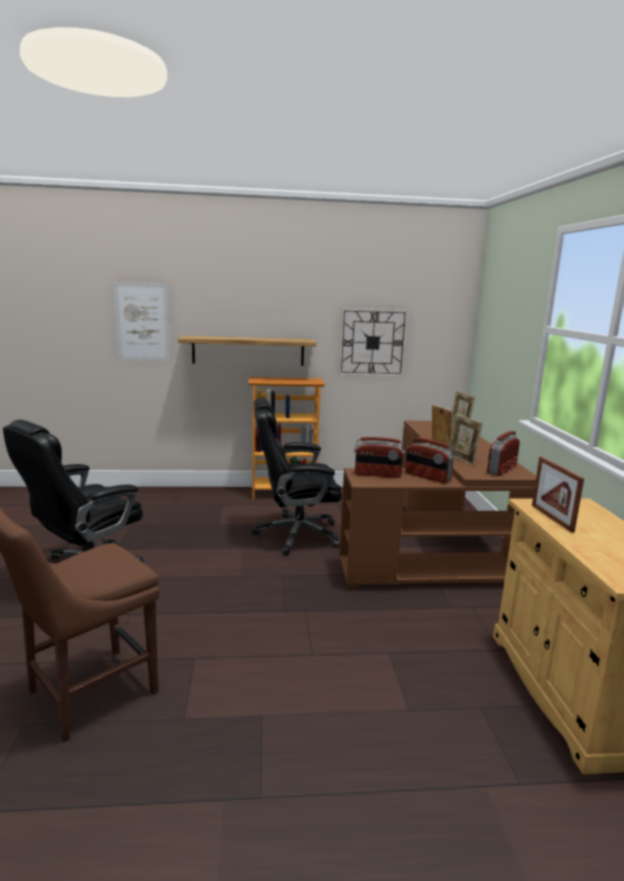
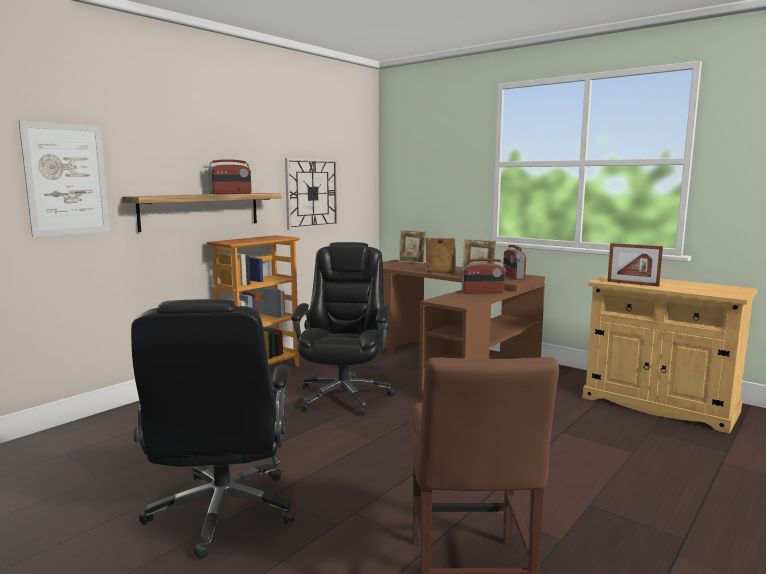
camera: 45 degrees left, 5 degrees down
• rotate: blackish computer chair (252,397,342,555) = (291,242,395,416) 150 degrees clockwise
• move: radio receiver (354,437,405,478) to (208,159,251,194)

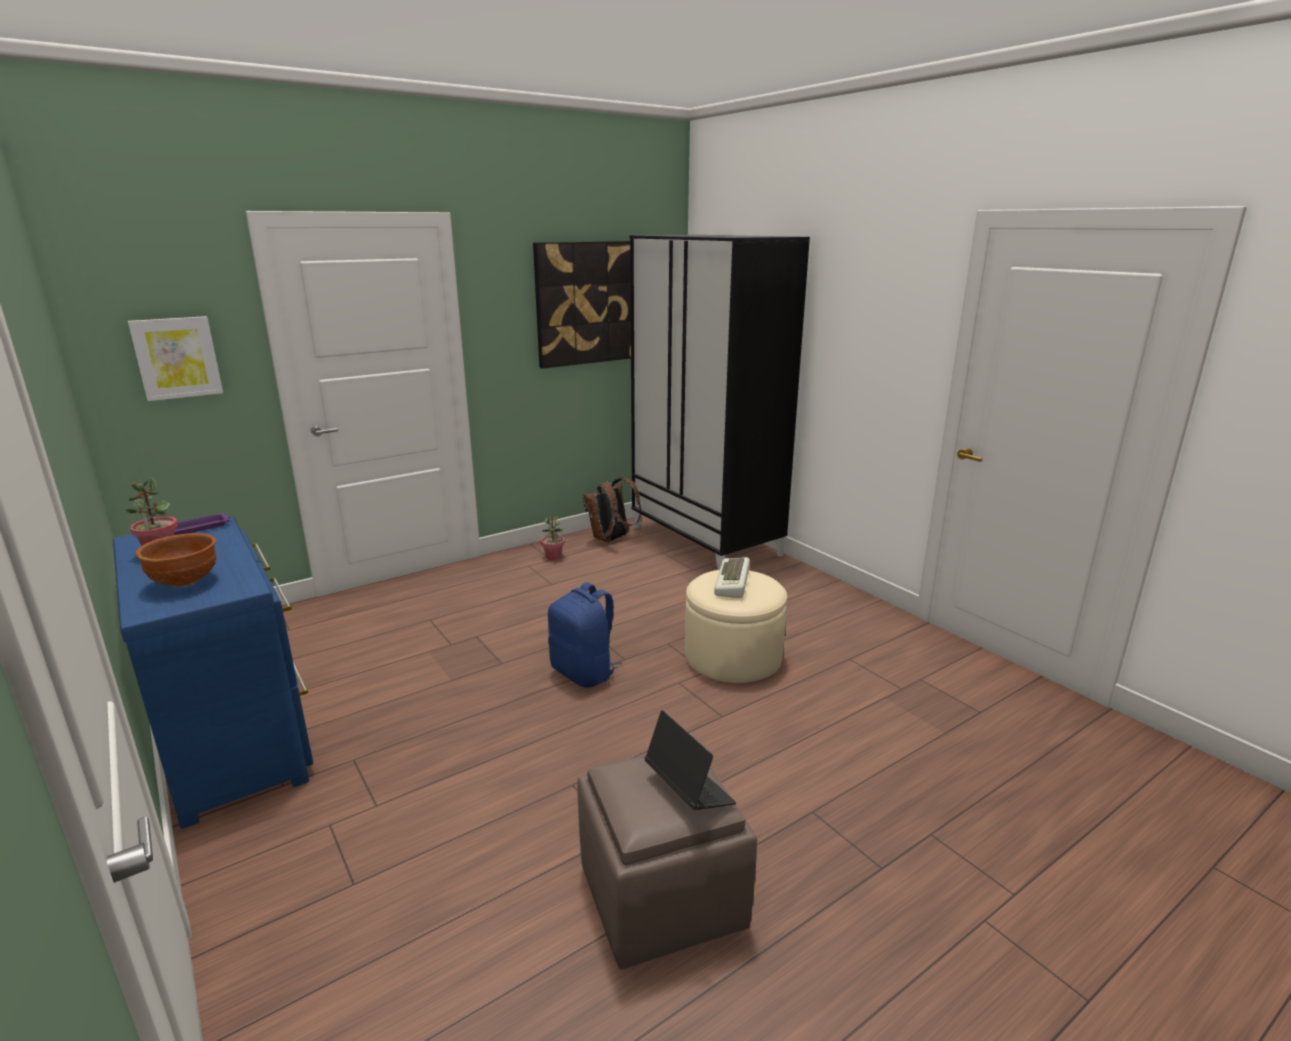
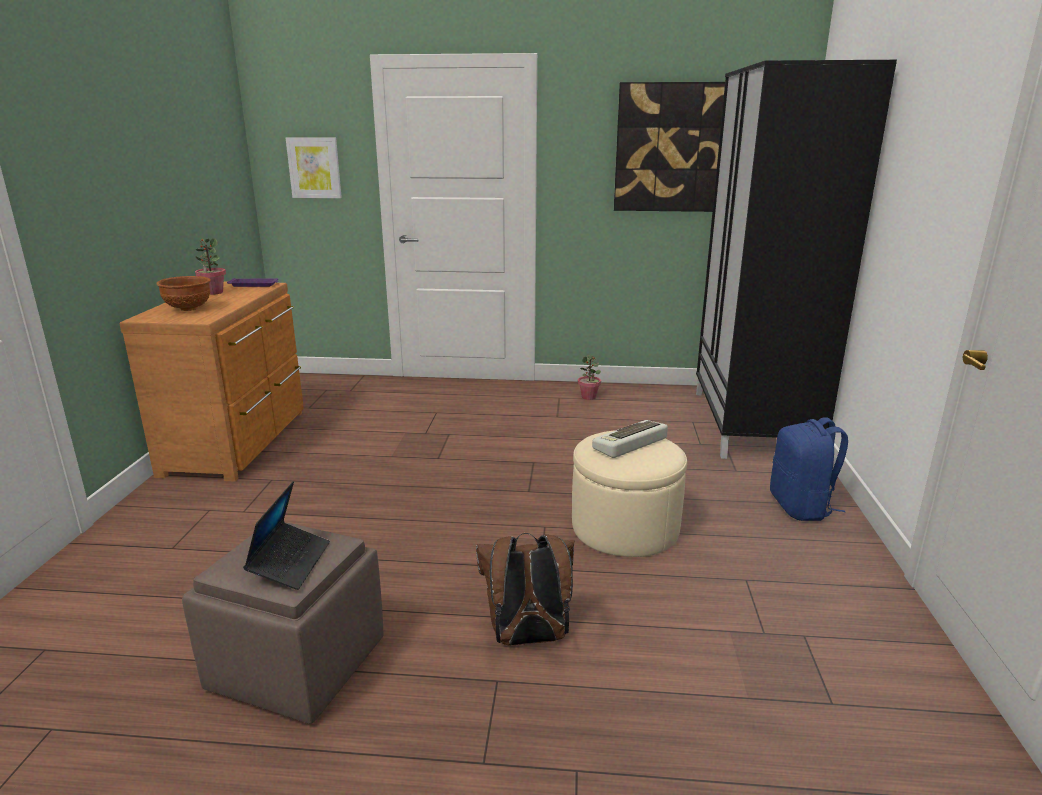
camera: 40 degrees right, 0 degrees up
• recolor: blue chest of drawers (113,516,313,829) to brown chest of drawers (119,282,304,482)
• move: blue rucksack (548,582,622,688) to (770,417,848,521)
• move: brown rucksack (583,478,641,542) to (476,533,574,646)

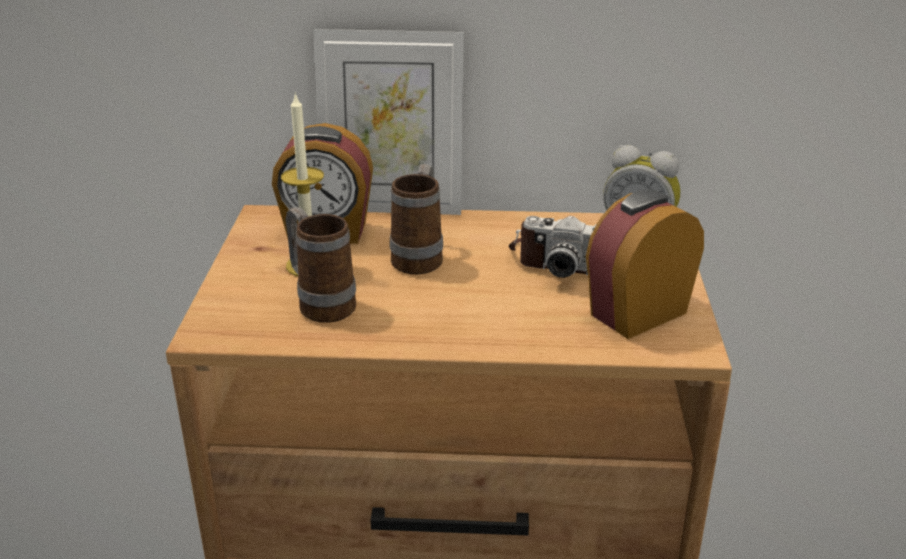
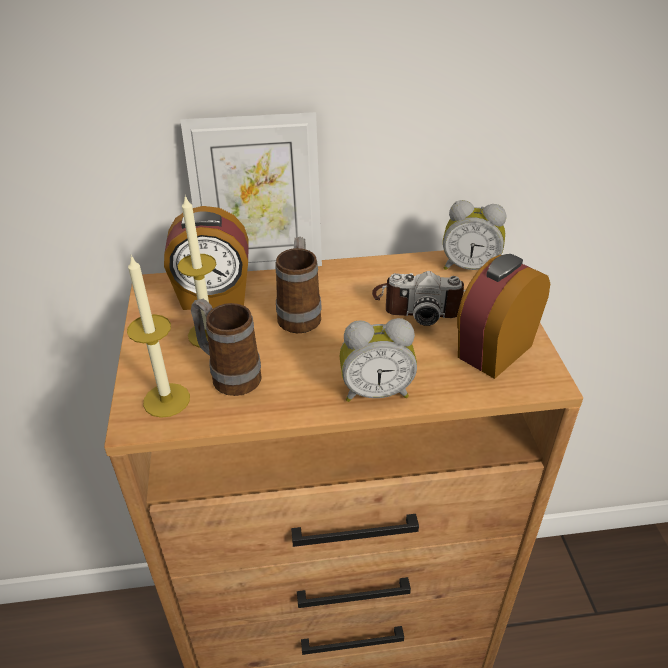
camera: 10 degrees left, 10 degrees up
• insert: candle (127,255,190,418)
• insert: table clock (339,318,417,402)

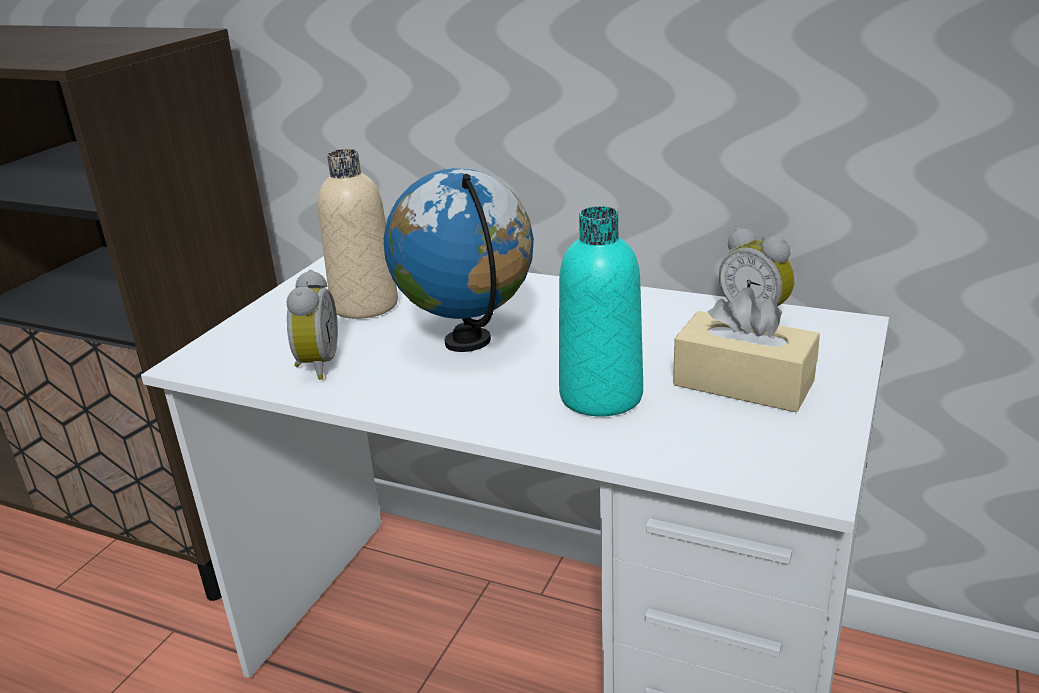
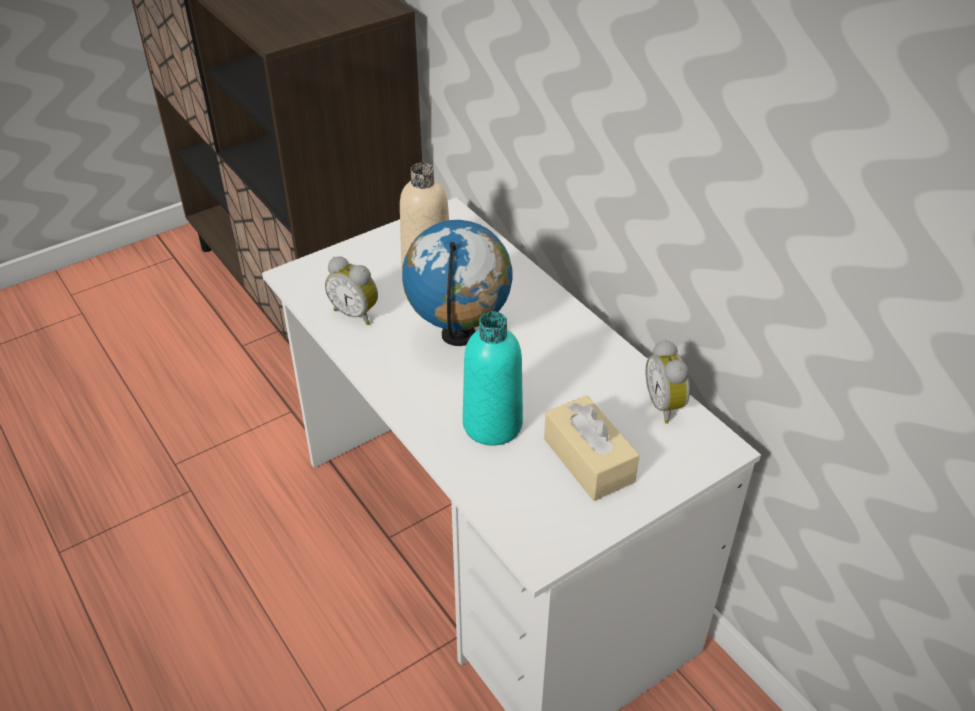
camera: 30 degrees right, 15 degrees up
• rotate: table clock (286,270,338,380) = (325,256,378,325) 90 degrees clockwise

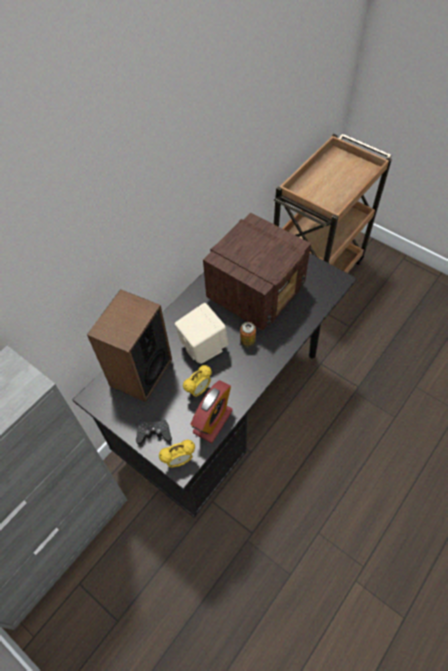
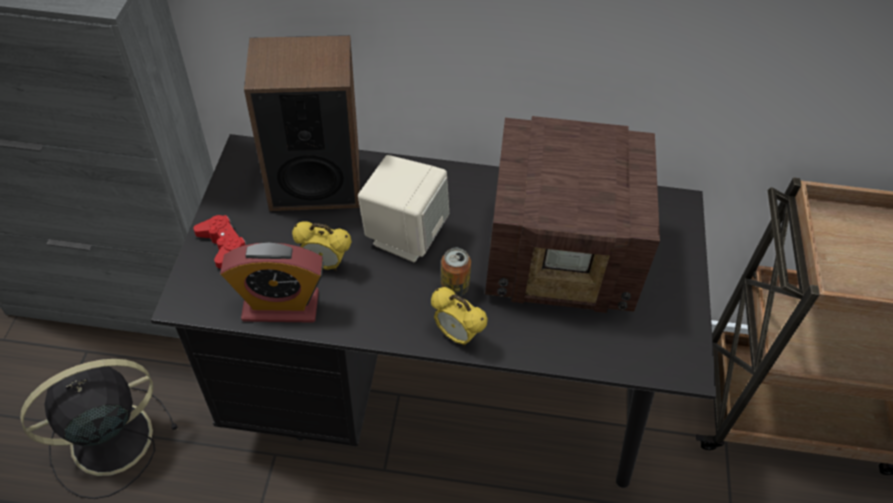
camera: 55 degrees right, 5 degrees down
• recolor: blackish game controller (136,420,172,445) to red game controller (193,215,246,269)
• move: table clock (159,439,195,468) to (431,287,488,346)
• insert: blackish cooling fan (20,359,178,499)

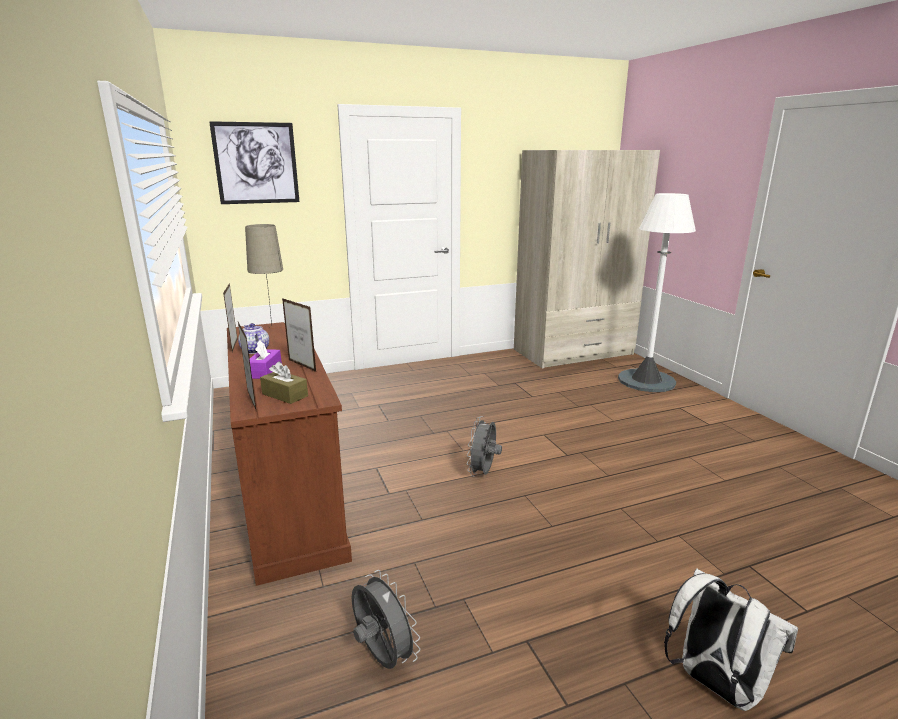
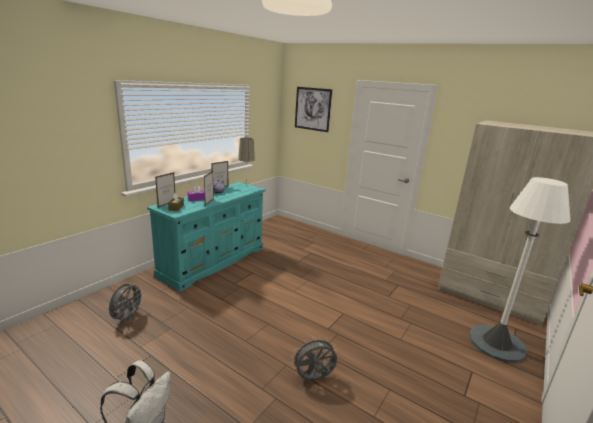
camera: 55 degrees right, 0 degrees up
• recolor: brown chest of drawers (227,322,352,586) to blue-green chest of drawers (147,182,265,292)
• move: greyish cooling fan (467,416,502,476) to (291,336,337,380)

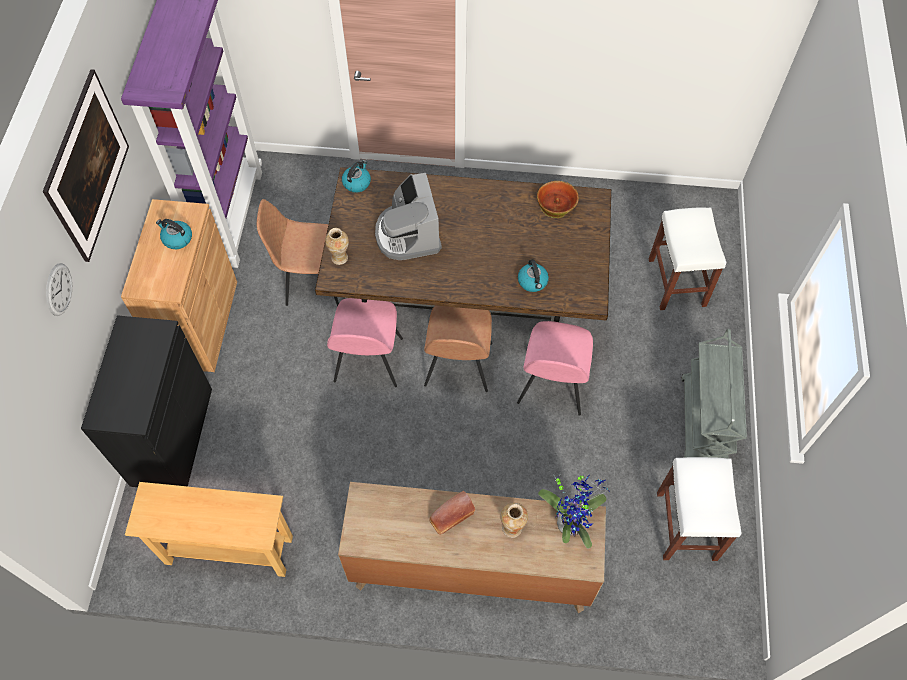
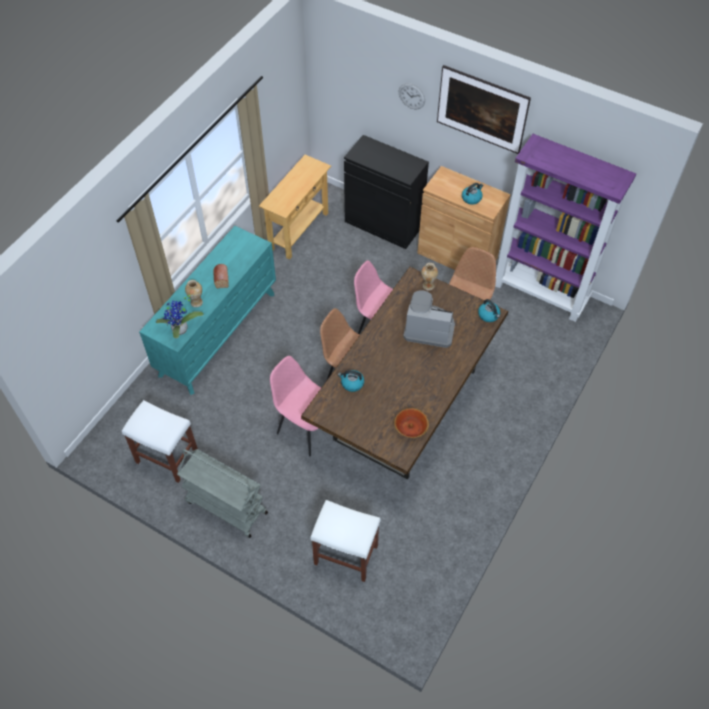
camera: 115 degrees right, 5 degrees down
• recolor: brown chest of drawers (338,482,606,613) to blue-green chest of drawers (139,226,276,395)

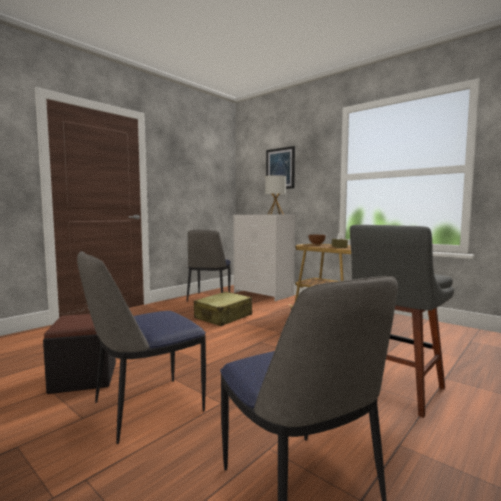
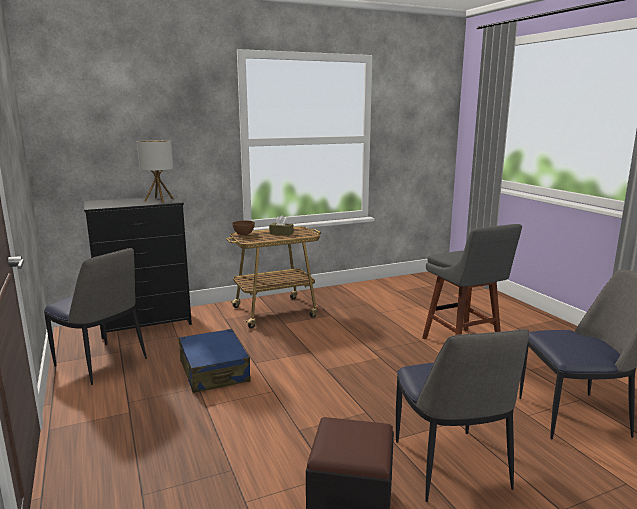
camera: 65 degrees left, 10 degrees up
• recolor: beige travel case (194,292,252,326) to blue travel case (179,329,250,393)
• recolor: white-coloured chest of drawers (233,215,296,301) to blackish chest of drawers (84,195,192,339)
• delete: picture (266,146,295,189)

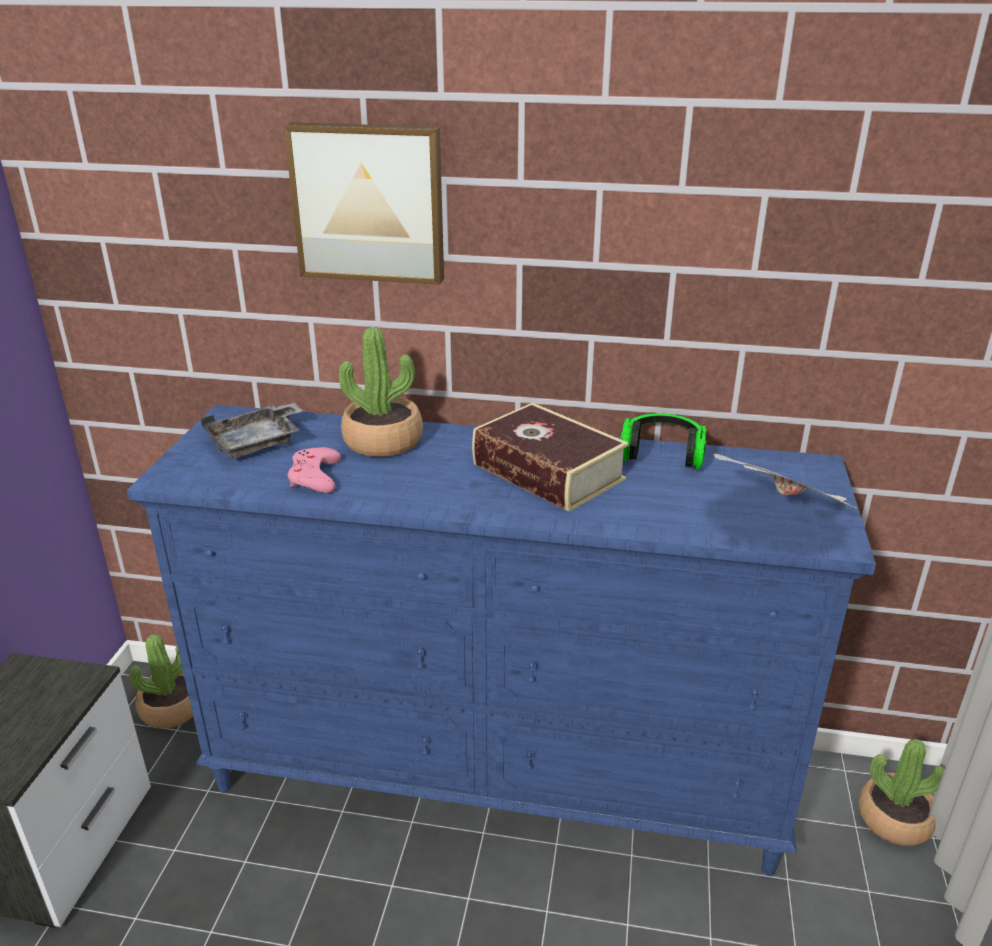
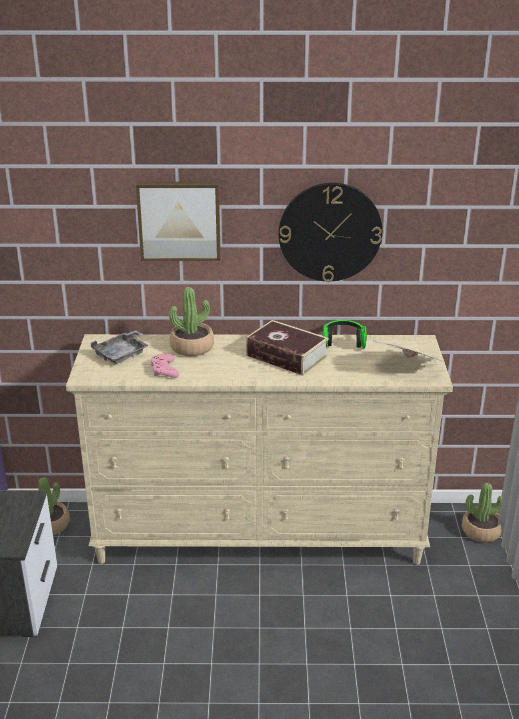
camera: 10 degrees left, 0 degrees up
• recolor: blue chest of drawers (127,405,876,876) to beige chest of drawers (66,334,453,565)
• insert: hanging clock (279,183,382,282)

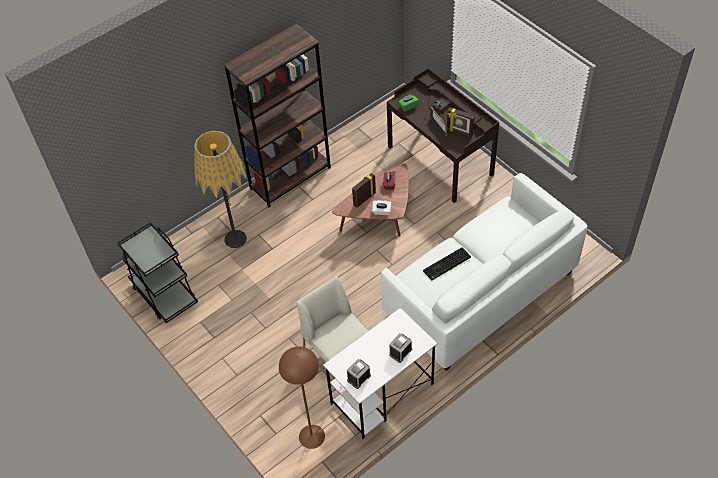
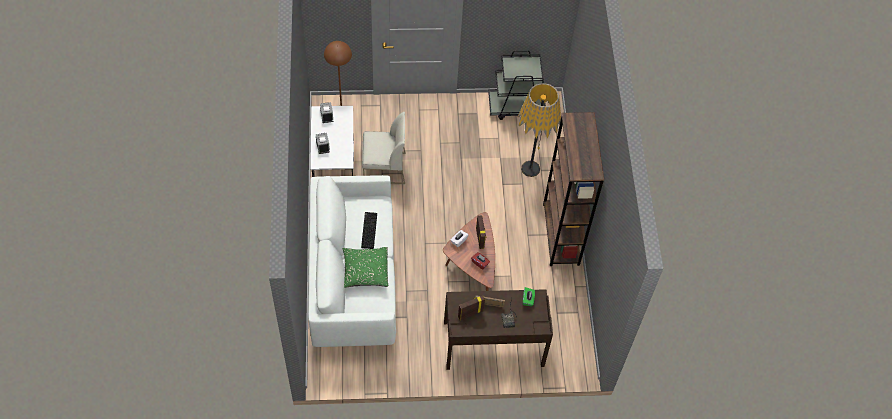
camera: 120 degrees right, 5 degrees up
• insert: green pillow (343,247,388,288)

